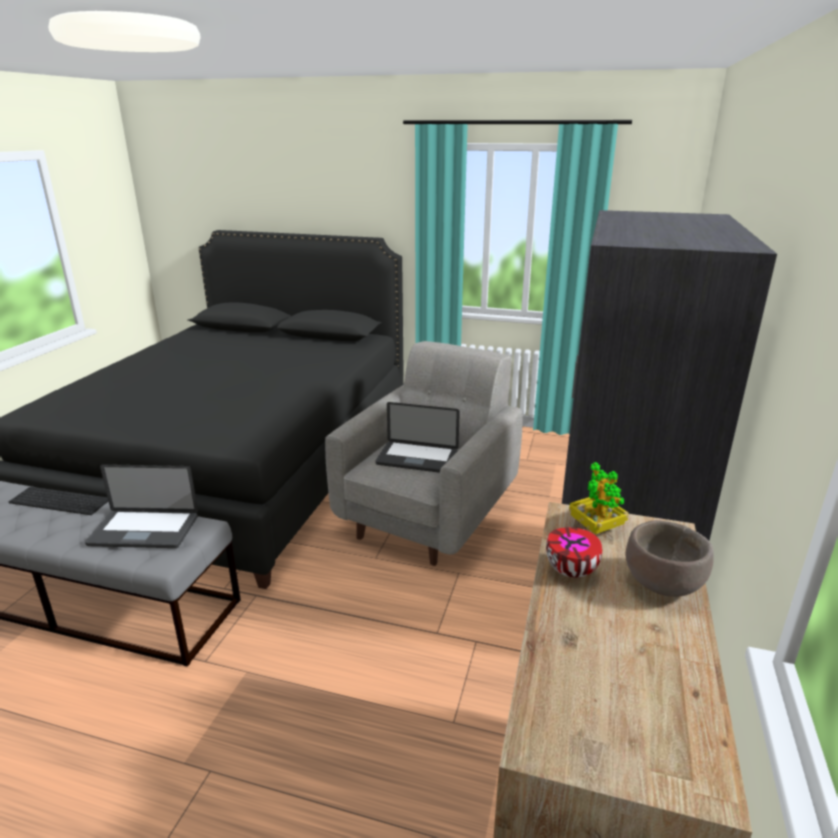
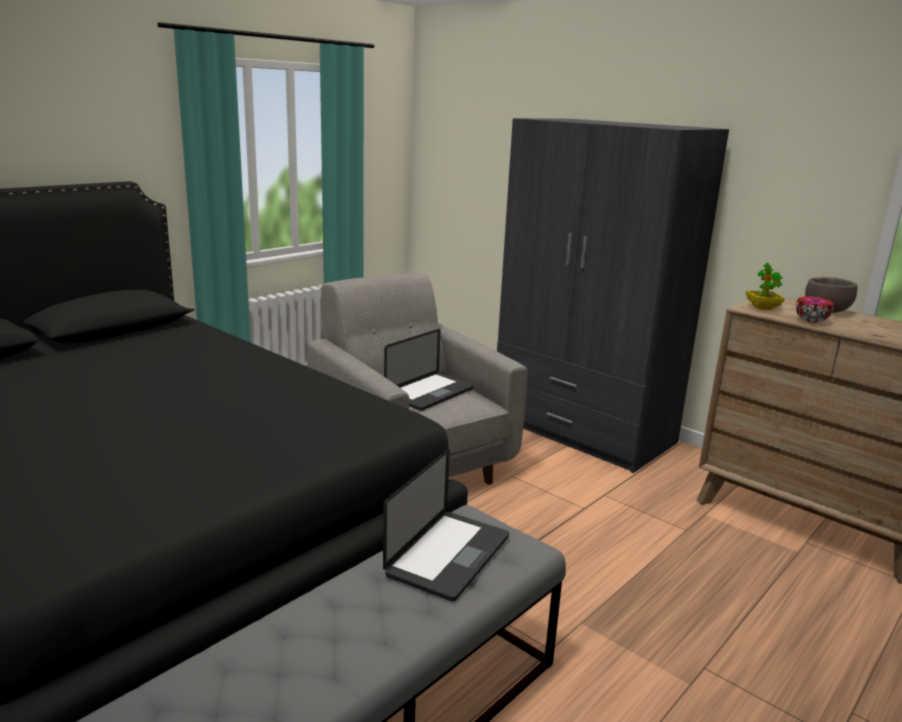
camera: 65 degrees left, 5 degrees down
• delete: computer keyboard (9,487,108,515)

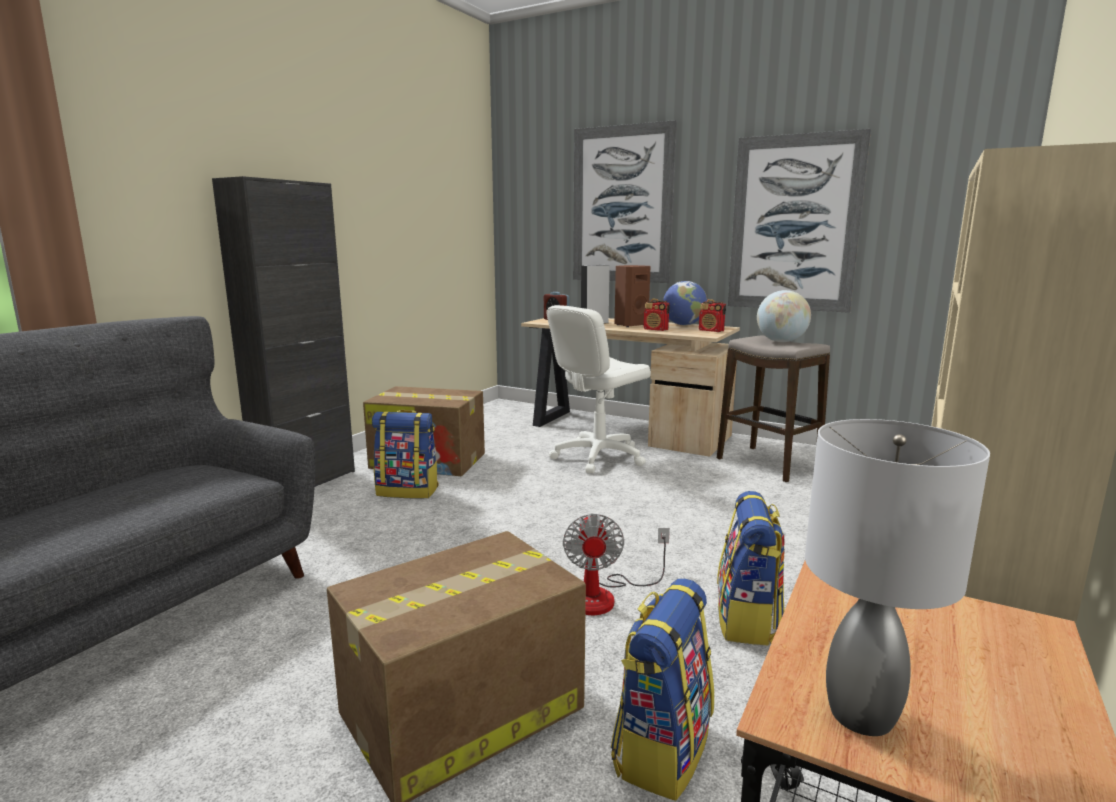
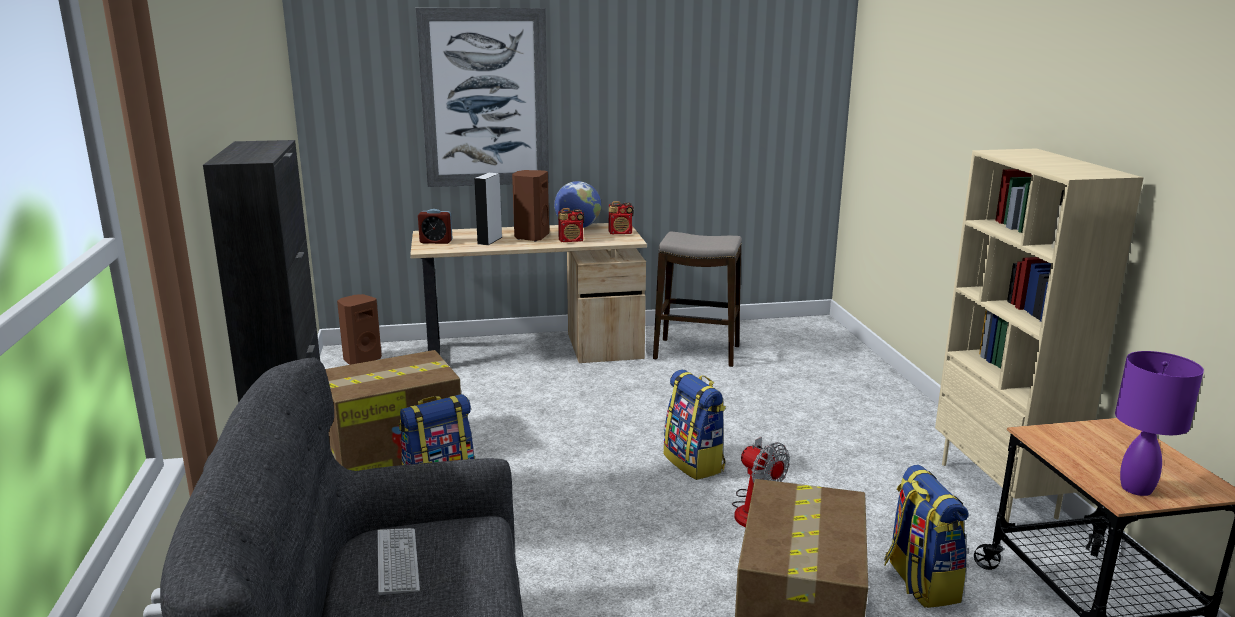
camera: 40 degrees left, 5 degrees up
• delete: white-coloured computer chair (546,305,651,473)
• move: rucksack (717,491,785,646) to (664,369,726,480)
• delete: picture (728,129,871,313)
• delete: globe (757,290,811,342)
• recolor: greyish tabletop lamp (805,419,990,736) to purple tabletop lamp (1115,351,1204,496)
• insert: brown audio speaker (337,294,382,365)
• insert: computer keyboard (378,528,420,595)

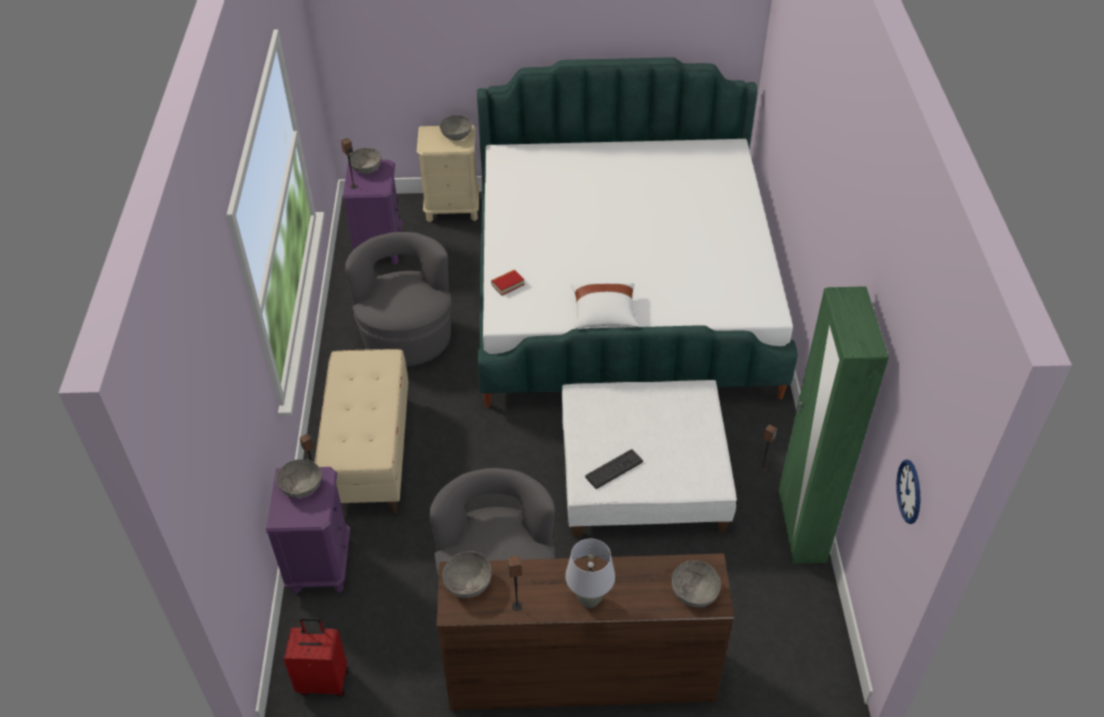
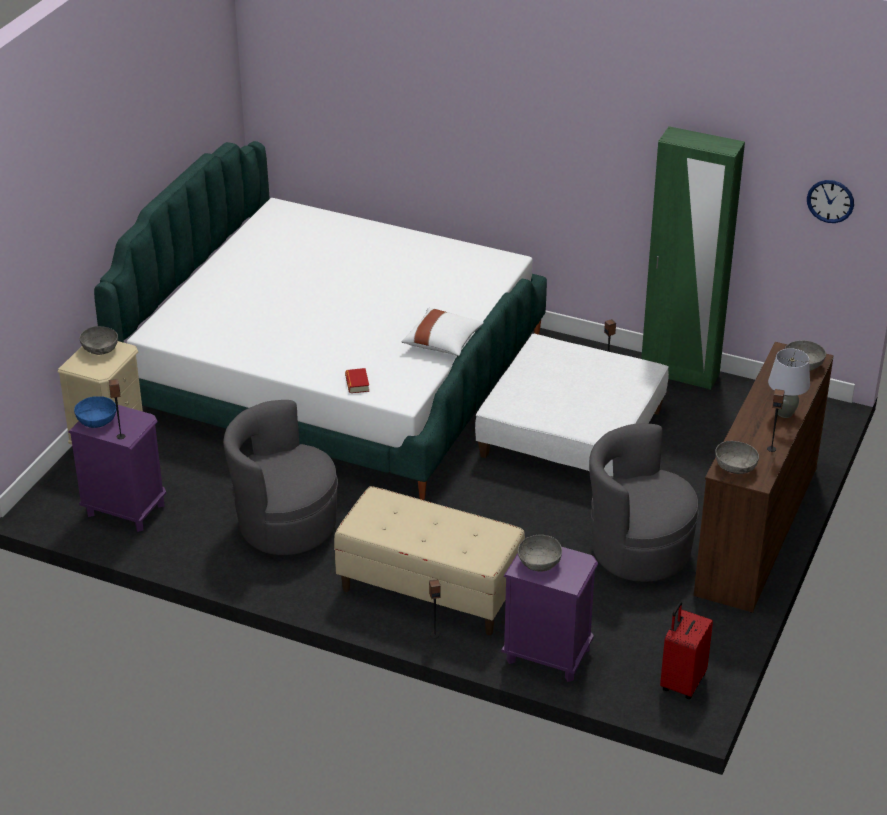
camera: 65 degrees left, 10 degrees down
• recolor: greyish serving bowl (350,148,381,174) to blue serving bowl (74,396,117,428)
• delete: computer keyboard (585,449,643,489)

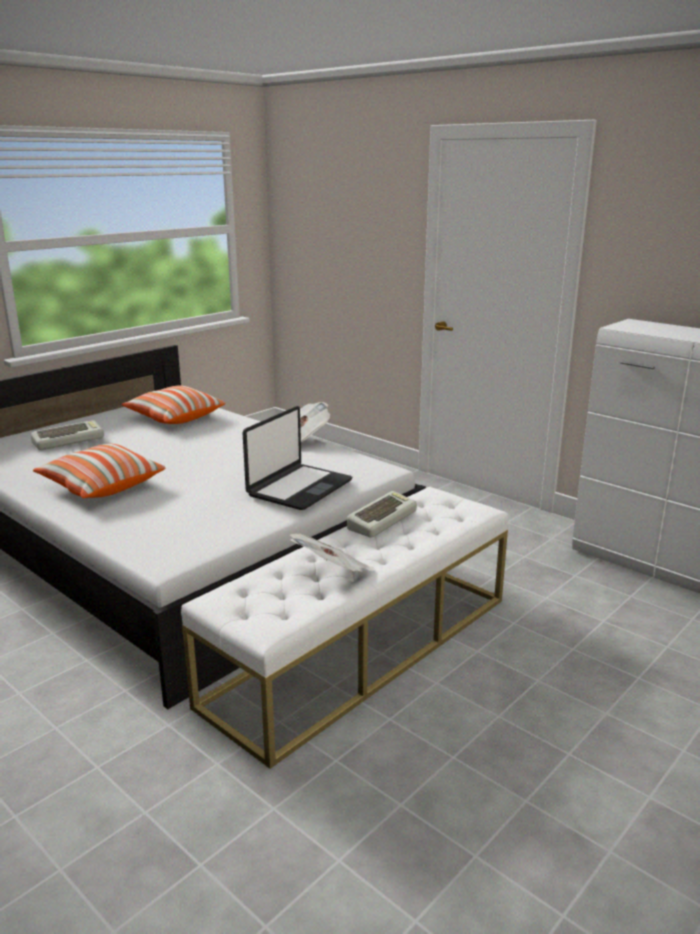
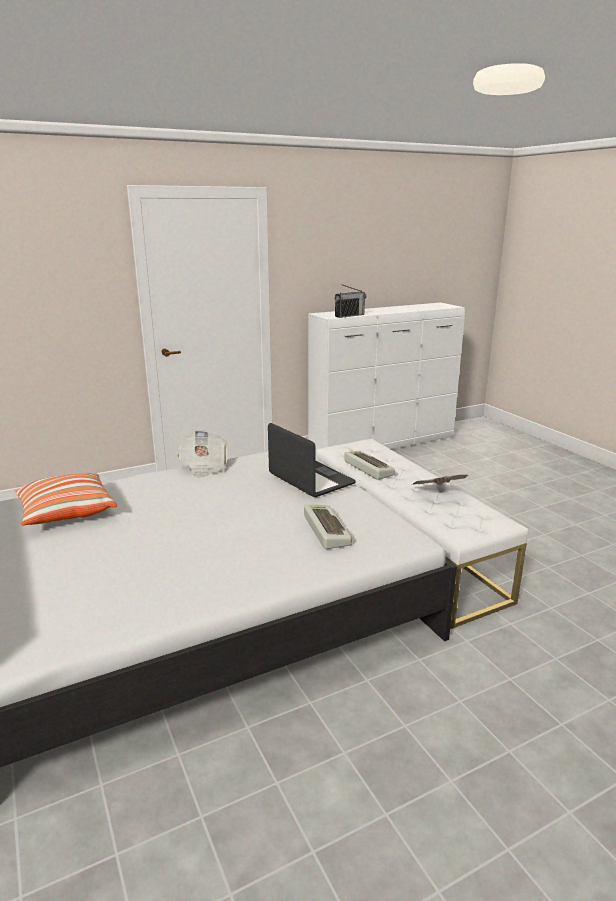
camera: 70 degrees left, 0 degrees up
• move: computer keyboard (31,420,104,450) to (304,505,352,549)
• delete: pillow (33,444,165,498)
• insert: radio receiver (334,284,366,318)

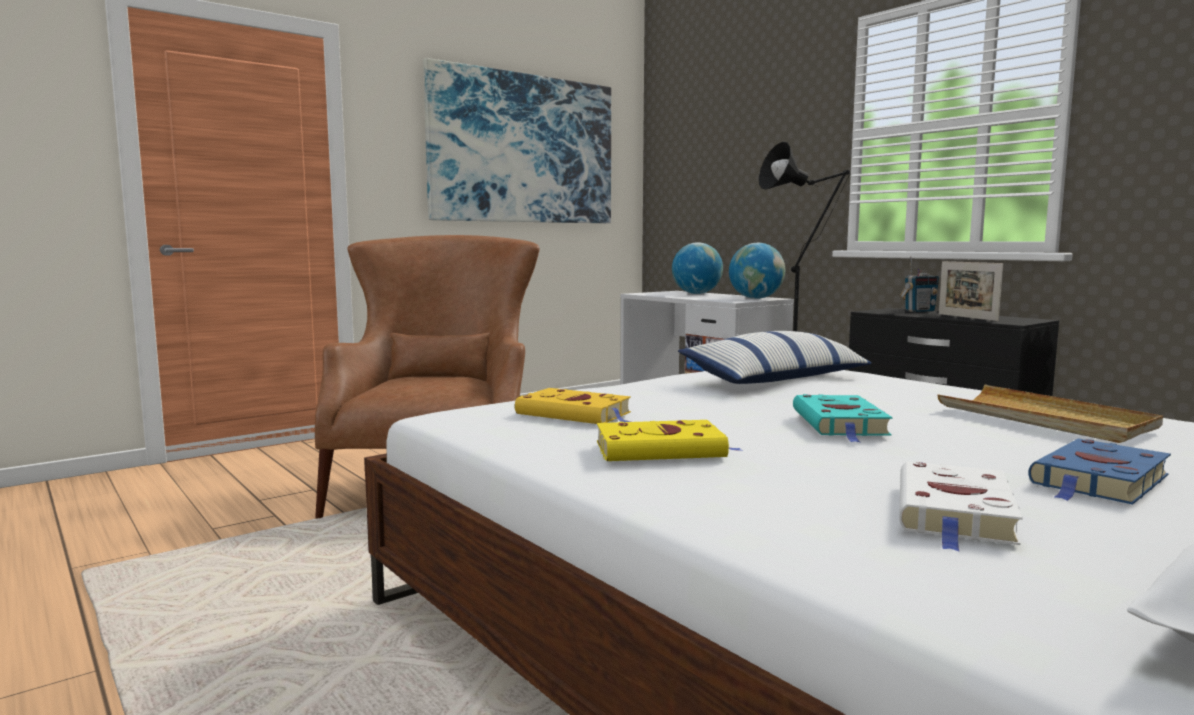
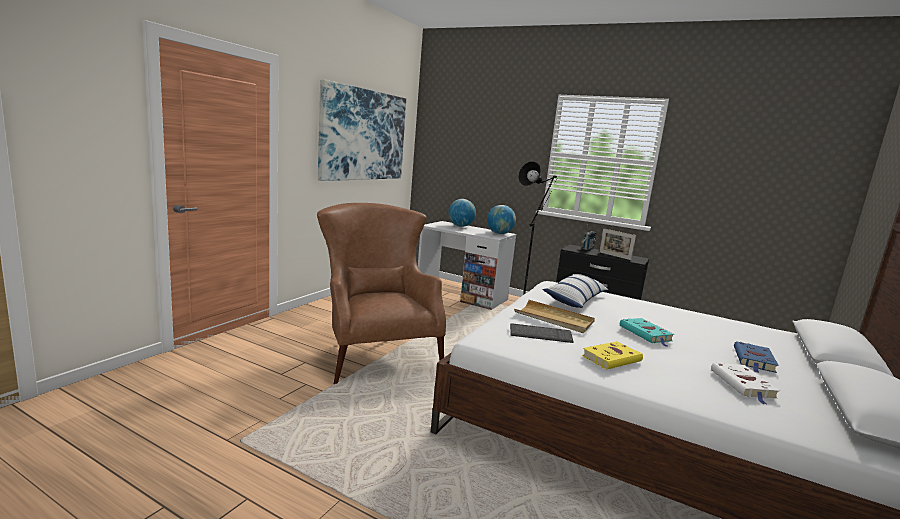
camera: 25 degrees left, 5 degrees up
• replace: yellowish bound book (515,388,631,424) to computer keyboard (510,323,574,343)
• move: beige carrying tray (938,385,1163,443) to (514,300,595,333)

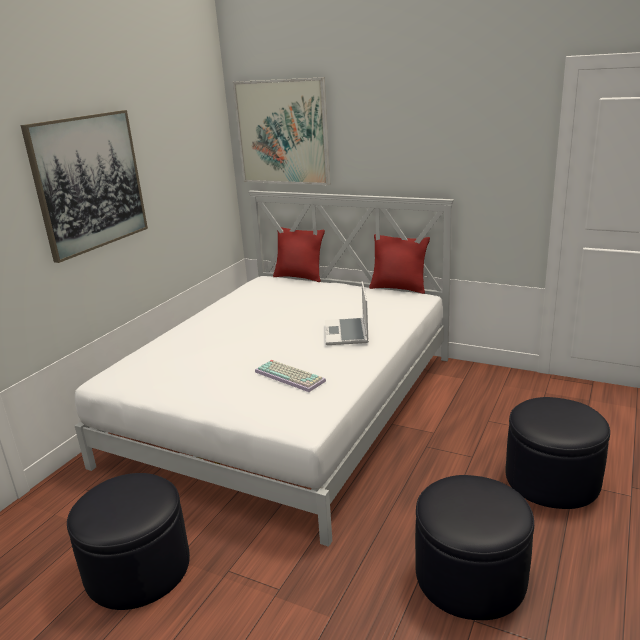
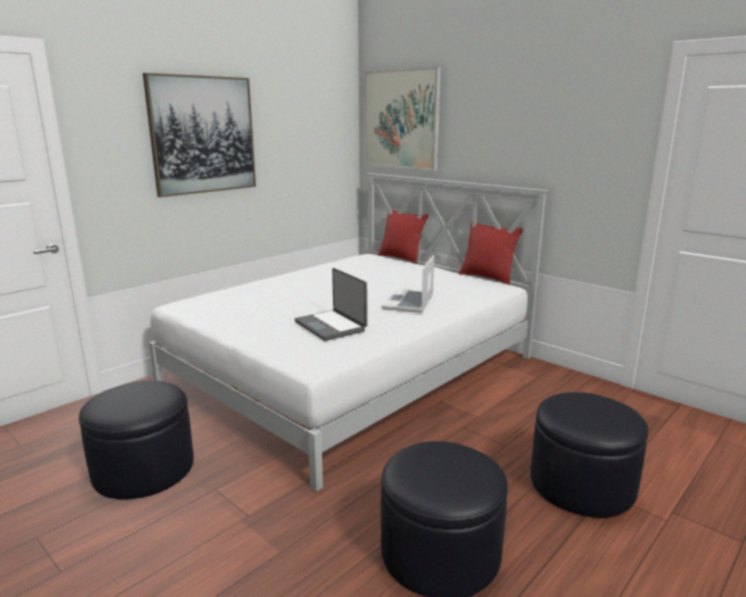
camera: 15 degrees right, 5 degrees down
• replace: computer keyboard (255,360,326,392) to laptop (295,268,367,341)

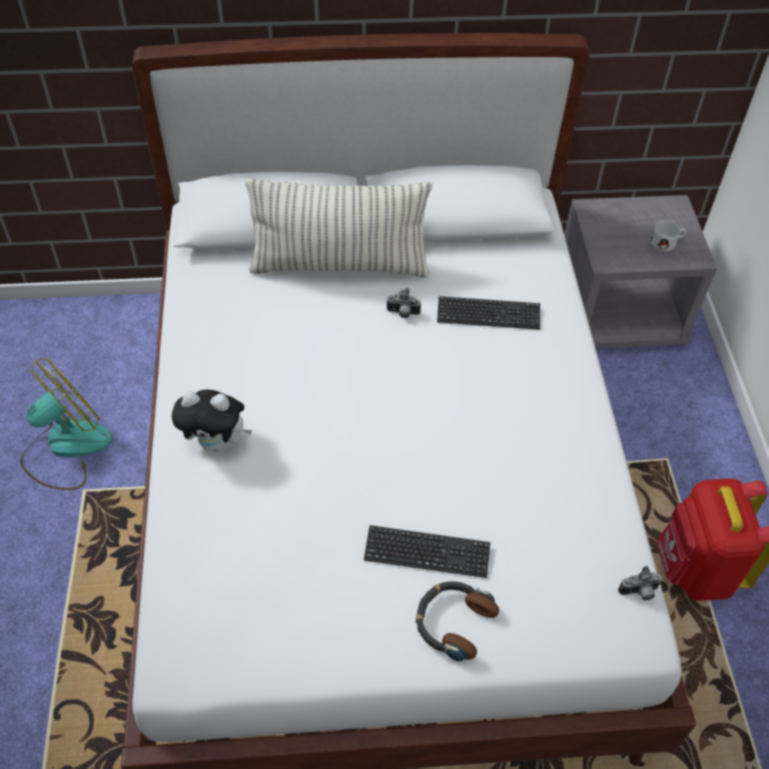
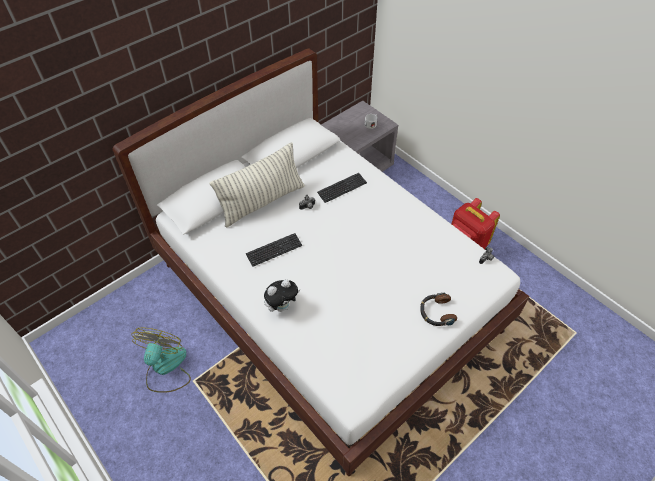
camera: 35 degrees left, 0 degrees up
• move: computer keyboard (364,525,491,578) to (246,233,302,267)

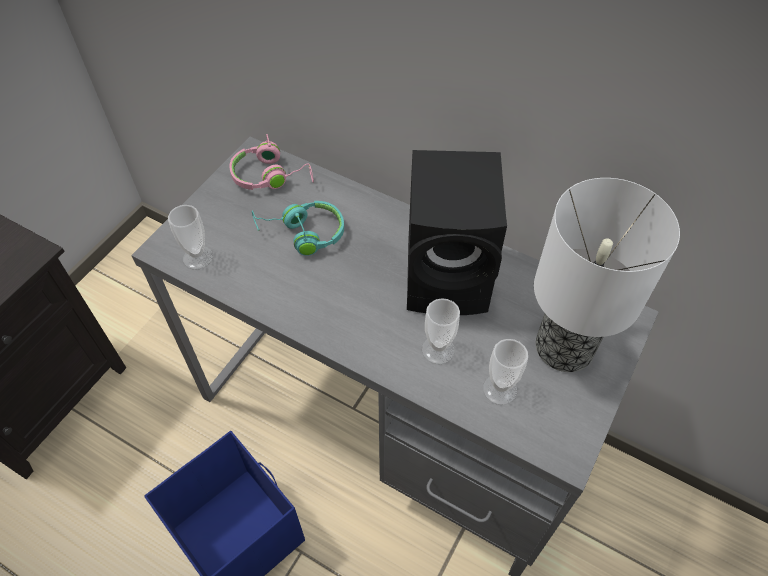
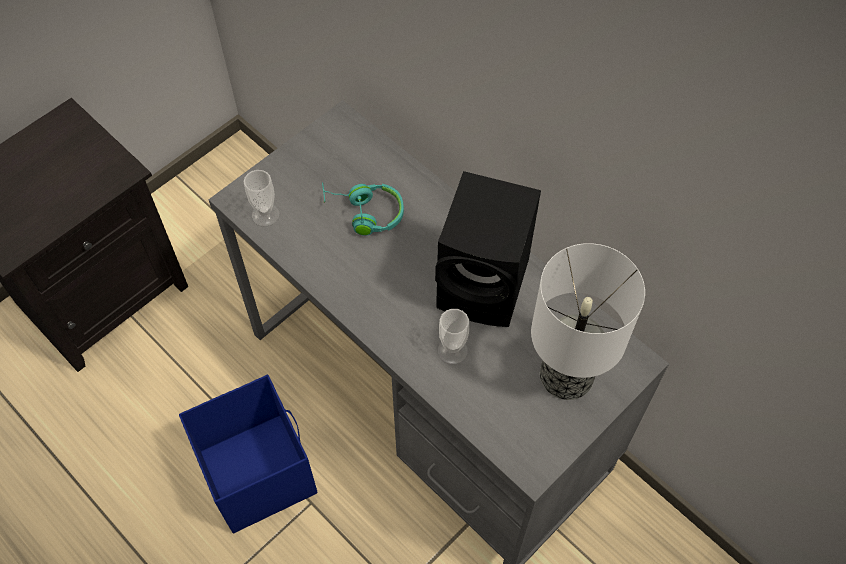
camera: 15 degrees right, 5 degrees up
• delete: pink headphones (229,134,314,190)
• delete: small cup (483,339,528,405)

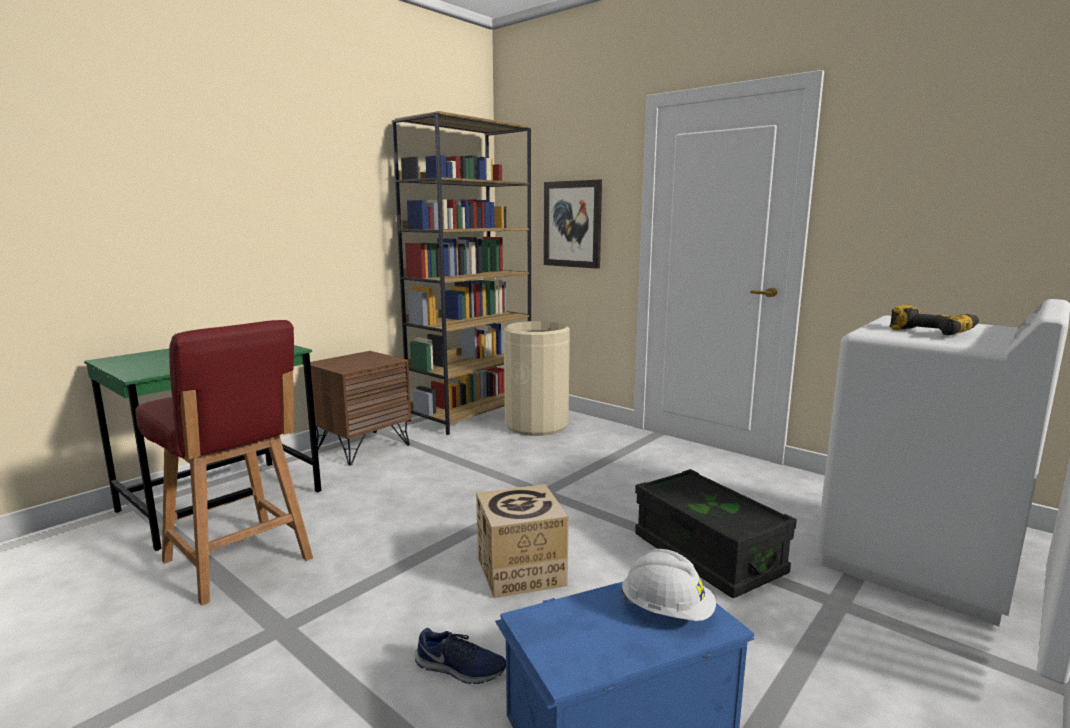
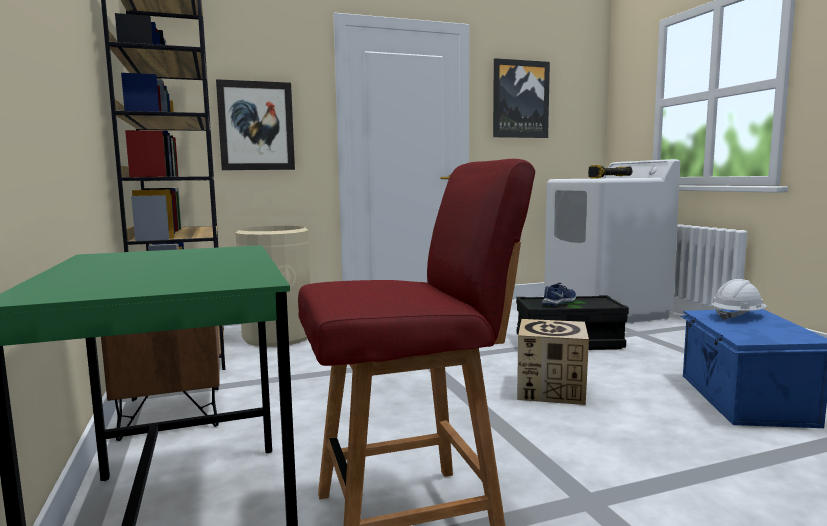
camera: 60 degrees left, 5 degrees down
• move: blue shoe (415,628,506,684) to (542,283,576,306)
• insert: picture (493,58,550,138)

